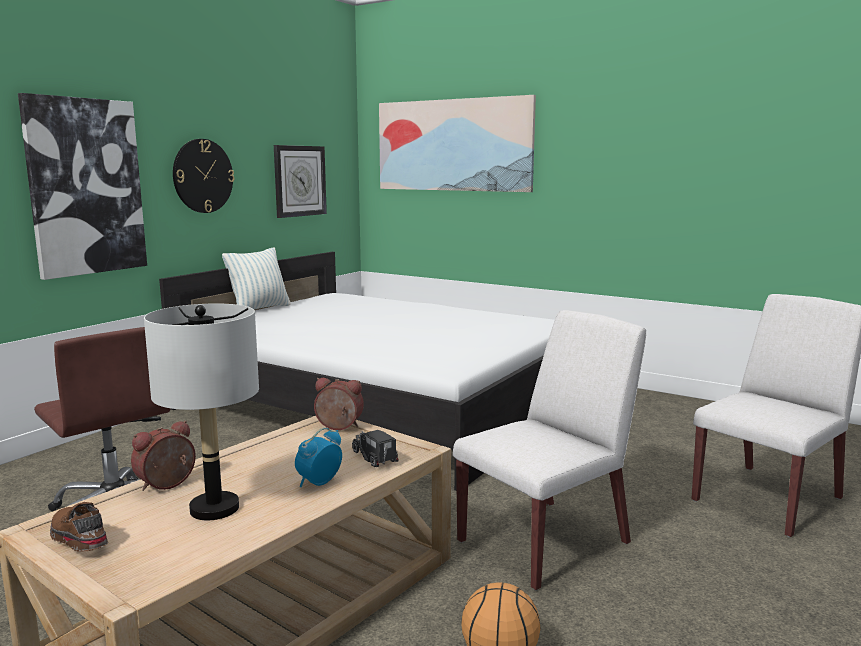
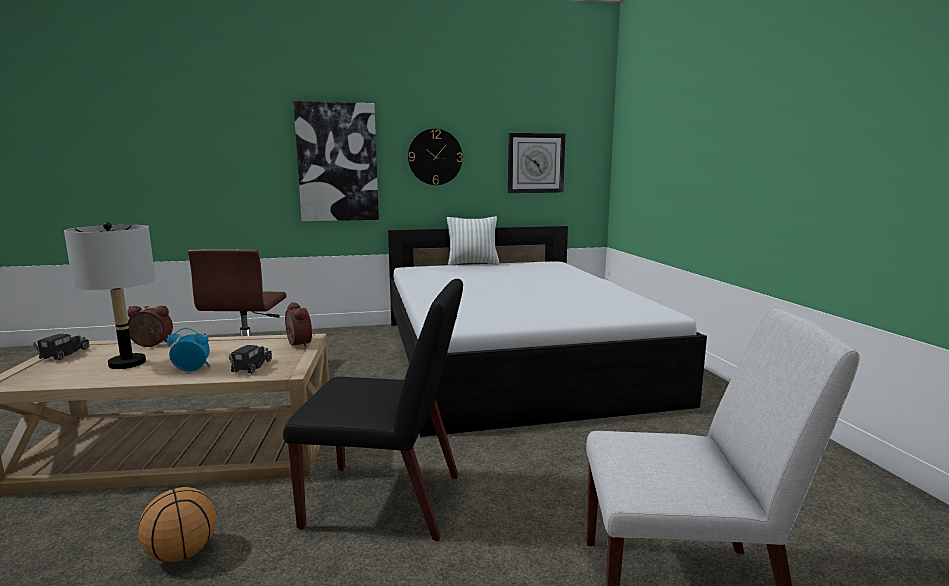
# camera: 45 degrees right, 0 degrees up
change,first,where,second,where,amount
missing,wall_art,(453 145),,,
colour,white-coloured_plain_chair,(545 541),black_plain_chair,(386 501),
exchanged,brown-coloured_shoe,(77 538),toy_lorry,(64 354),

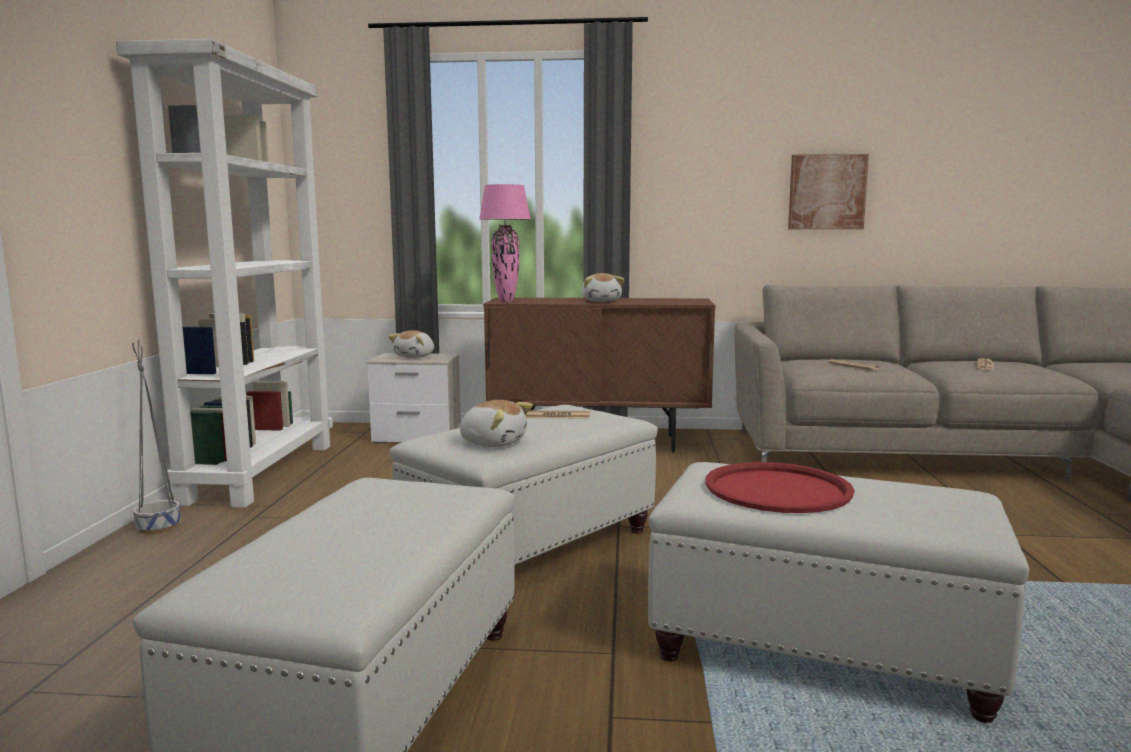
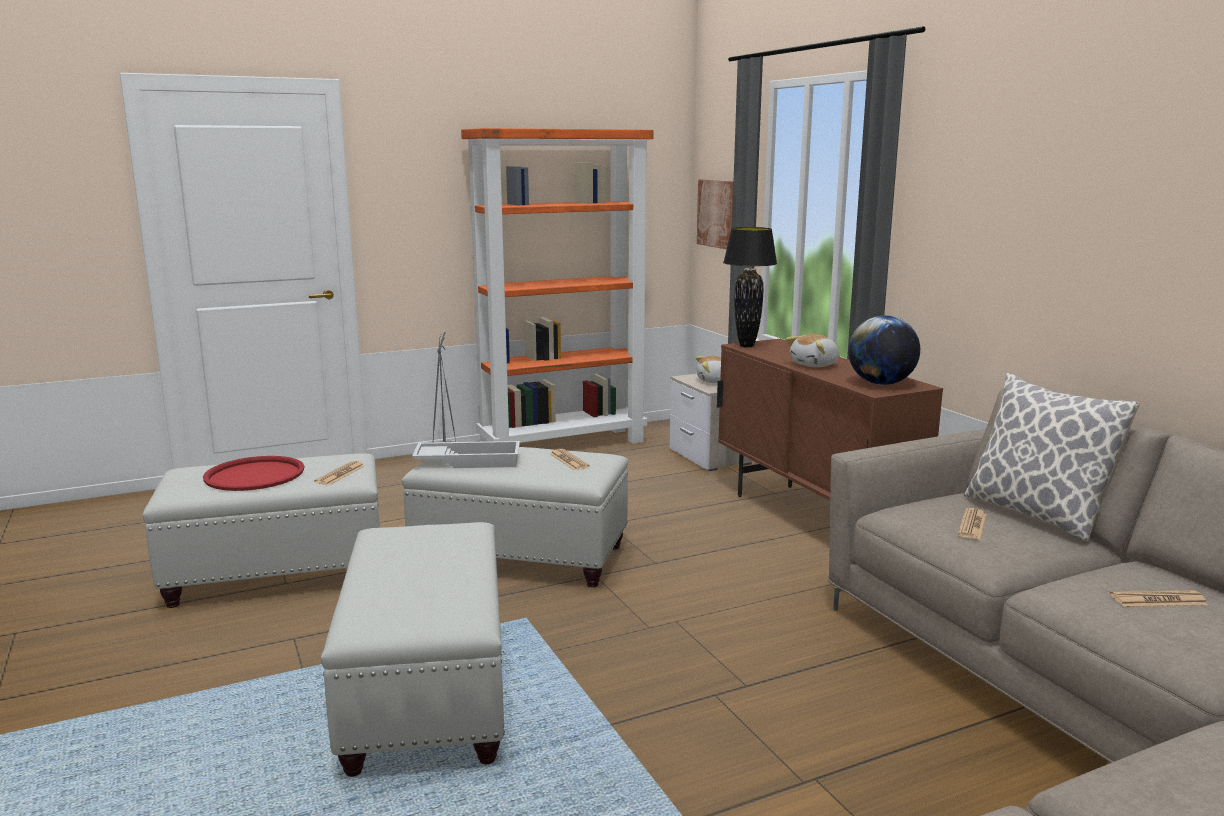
# camera: 60 degrees right, 5 degrees up
change,first,where,second,where,amount
colour,white-coloured_bookshelf,(260 472),orangey_bookshelf,(563 444),
relocated,wall_art,(827 192),,(718 213),
colour,pink_lamp_for_a_table,(506 301),black_lamp_for_a_table,(746 346),
exchanged,plush_toy,(493 442),white-coloured_carrying_tray,(469 461),
relocated,reddish_carrying_tray,(777 489),,(254 475),
appeared,,,globe,(881 384),
appeared,,,throw_pillow,(1035 514),
appeared,,,daily_paper,(340 474),

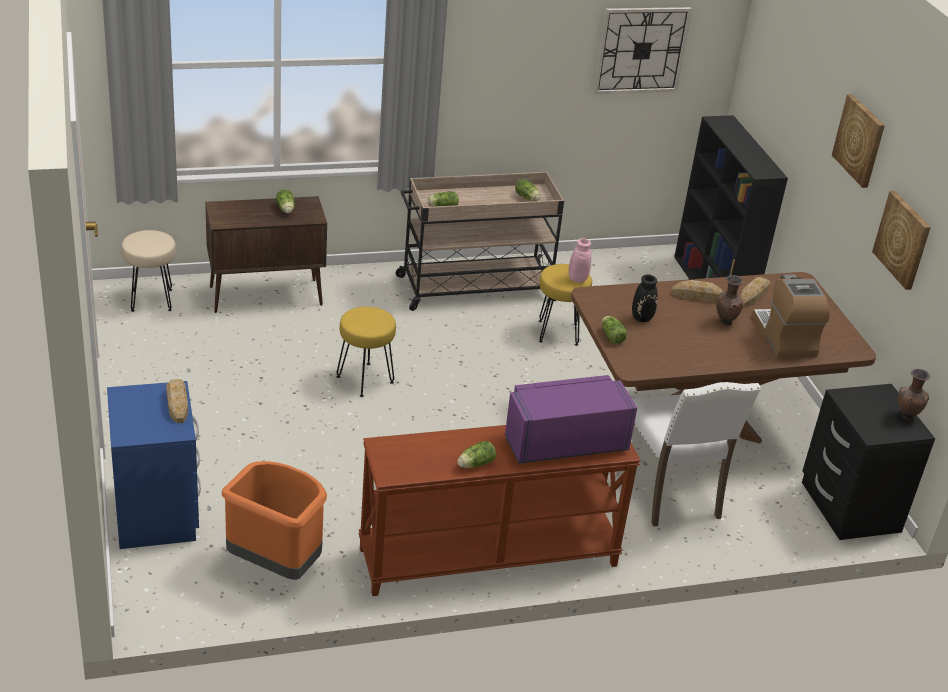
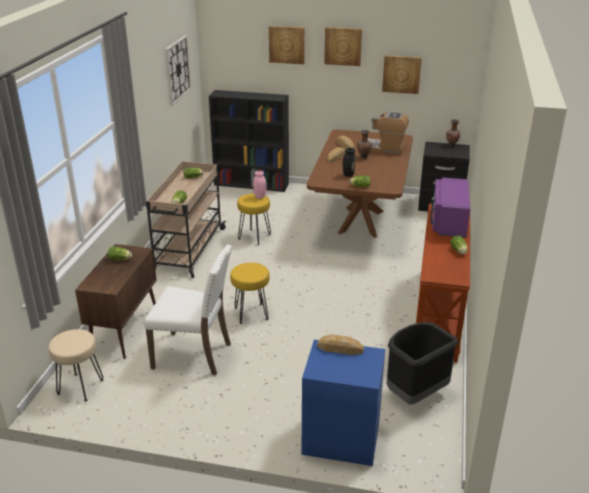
# camera: 60 degrees left, 5 degrees down
change,first,where,second,where,amount
relocated,white-coloured_plain_chair,(671 493),,(194 355),
colour,orangey_trash_can,(275 564),black_trash_can,(415 394),
appeared,,,wall_art,(287 44),

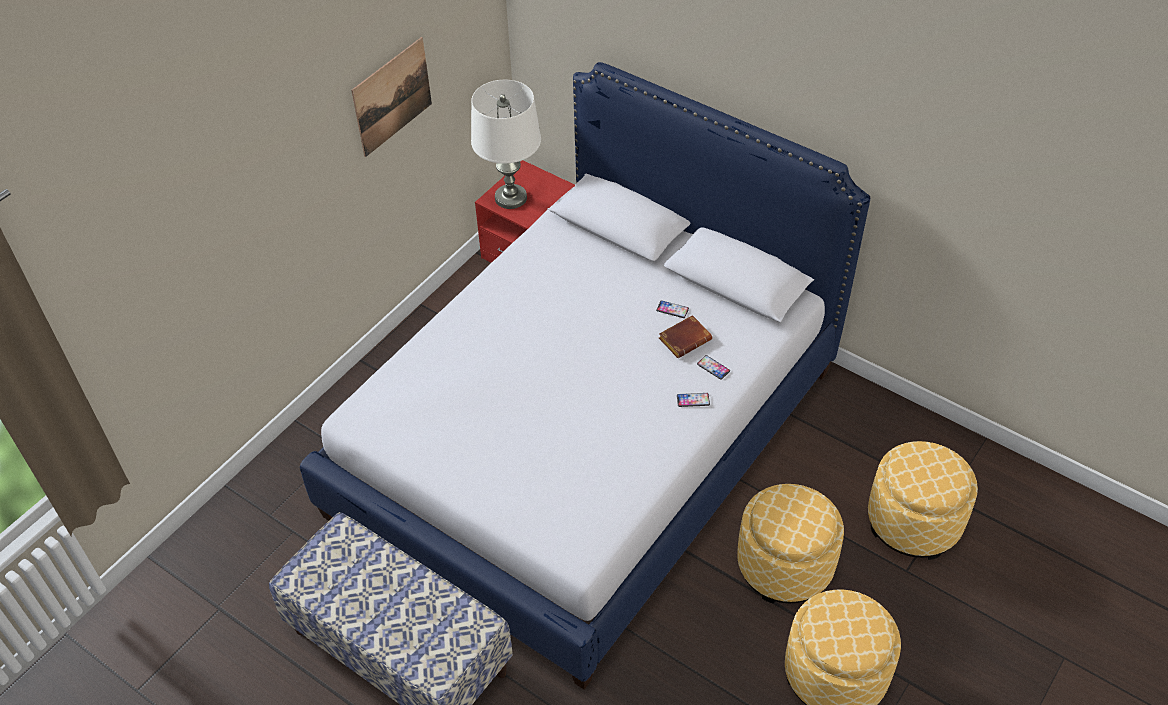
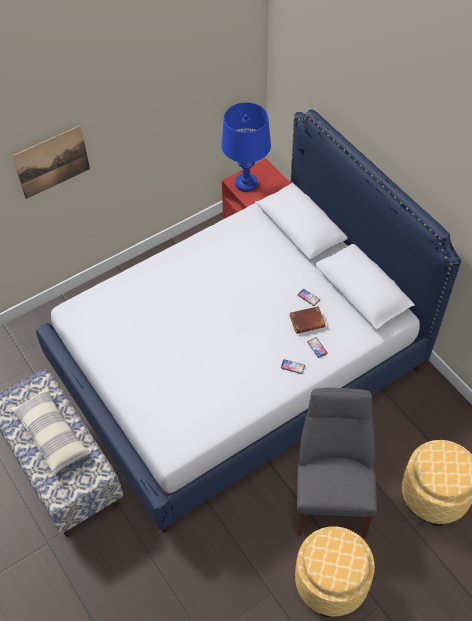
# camera: 20 degrees right, 5 degrees up
change,first,where,second,where,amount
relocated,wall_art,(392 96),,(52 162),
colour,white-coloured_lamp_for_a_table,(511 197),blue-coloured_lamp_for_a_table,(246 183),
exchanged,pouffe,(785 565),greyish_plain_chair,(331 495),
appeared,,,throw_pillow,(52 435),

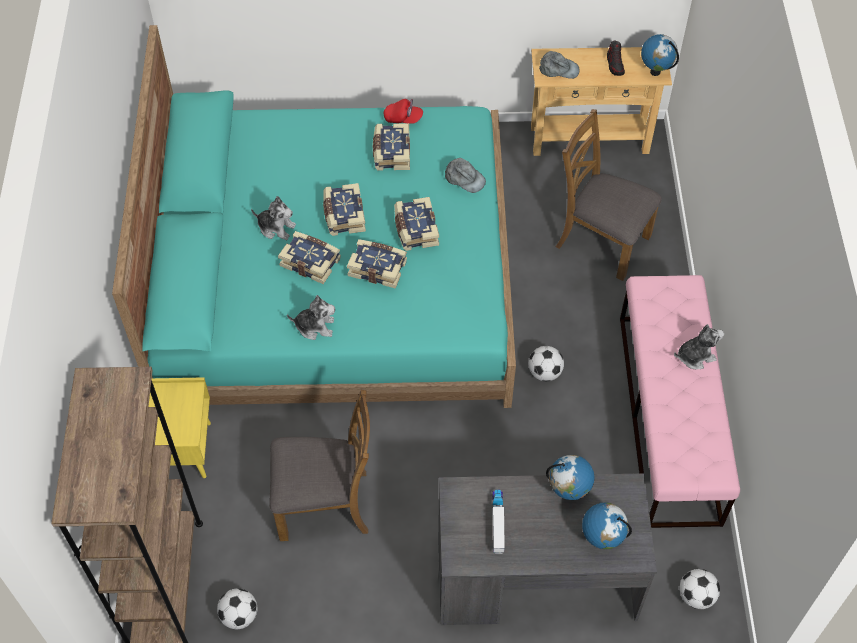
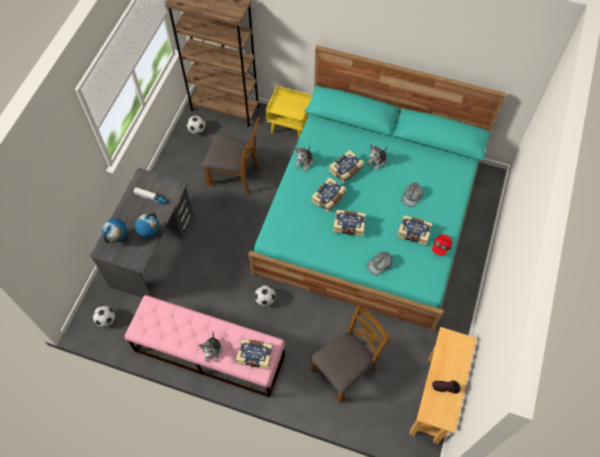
# camera: 110 degrees right, 5 degrees up
change,first,where,second,where,amount
missing,globe,(655 71),,,
relocated,greyish_peaked_cap,(558 69),,(412 196),
relocated,volume,(343 215),,(255 355),
spun,brown-coloured_plain_chair,(325 504),,(235 175),90 degrees counterclockwise

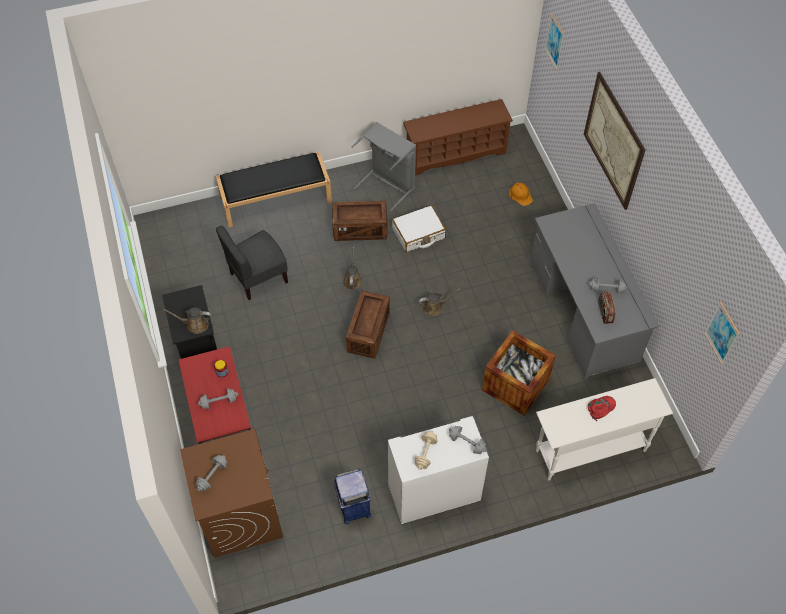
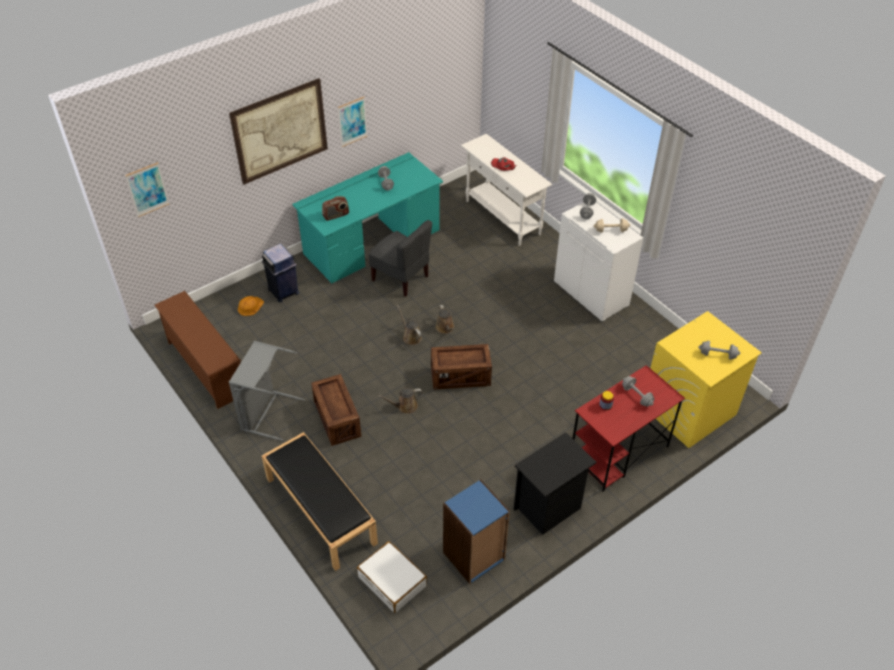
# camera: 110 degrees left, 10 degrees down
change,first,where,second,where,amount
colour,greyish_desk,(583 310),turquoise_desk,(372 242),
relocated,white-coloured_piece_of_luggage,(418 233),,(392 581),
relocated,greyish_plain_chair,(258 277),,(401 278),
relocated,radio_set,(605 312),,(336 215),
relocated,wall_art,(722 333),,(352 121),
relocated,brown-coloured_sprinkling_can,(195 324),,(445 328),
missing,shipping_crate,(515 385),,,
colour,brown-coloured_laundry_machine,(240 513),yellow_laundry_machine,(688 411),
relocated,blue-coloured_trash_can,(353 508),,(283 292),
appeared,,,blue-coloured_bookshelf,(474 556),

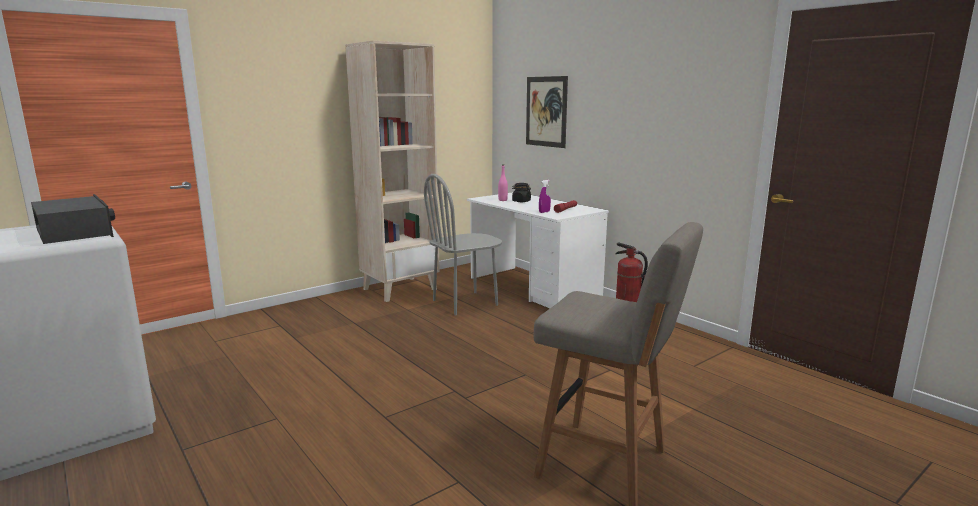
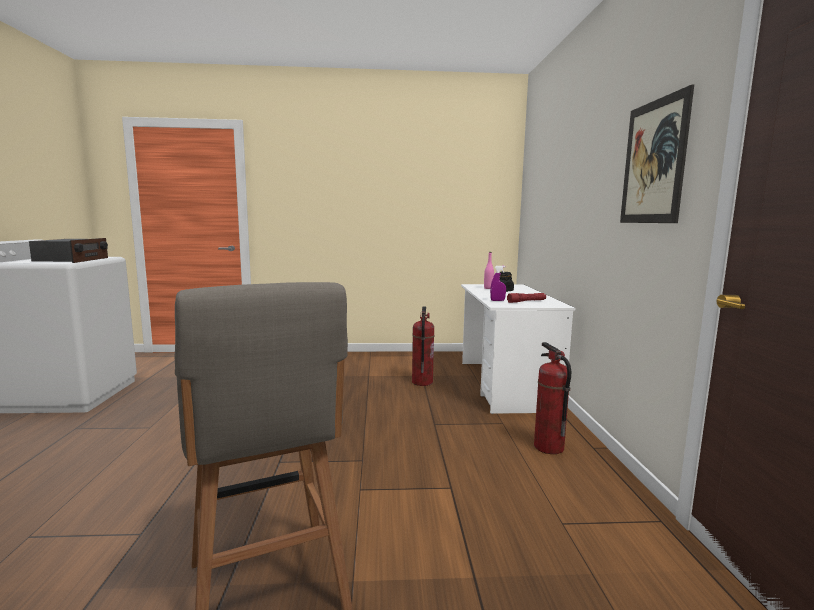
# camera: 35 degrees right, 5 degrees down
change,first,where,second,where,amount
missing,sand-coloured_bookshelf,(400 289),,,
relocated,wall_art,(546 111),,(653 162),
exchanged,greyish_plain_chair,(465 303),extinguisher,(422 382),

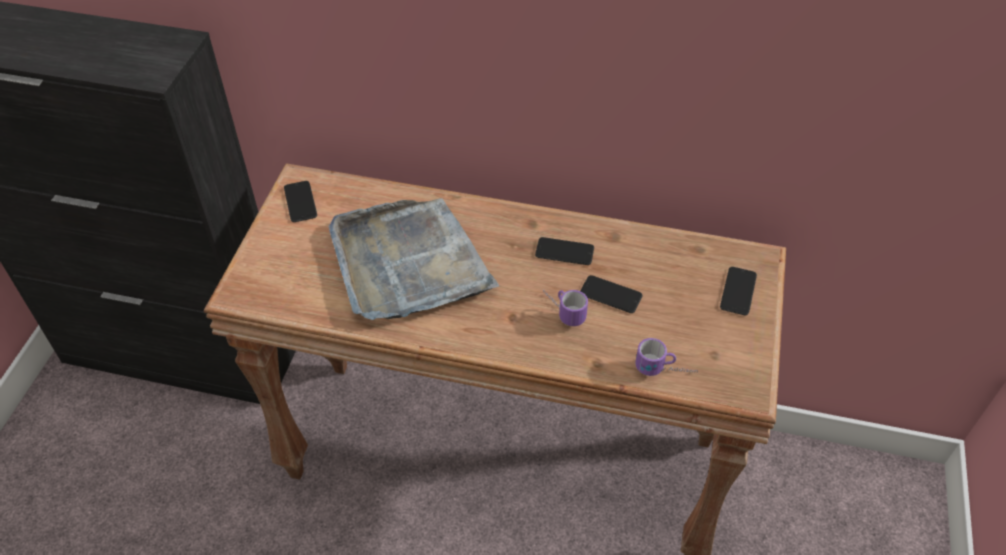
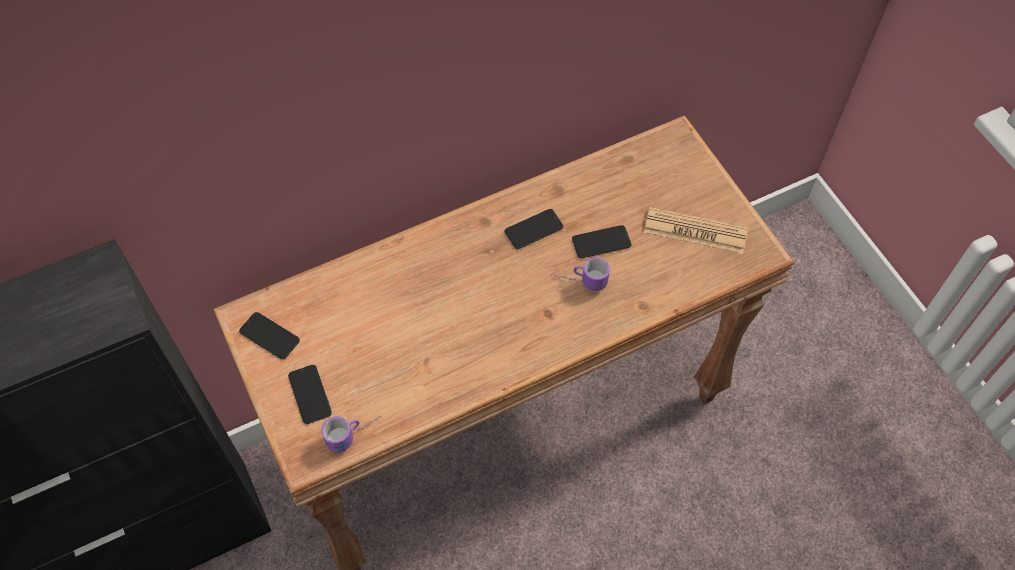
# camera: 40 degrees left, 10 degrees up
change,first,where,second,where,amount
missing,greyish_carrying_tray,(408 263),,,
relocated,handset,(738 291),,(310 394),
relocated,mug,(665 371),,(355 434),
appeared,,,daily_paper,(695 231),

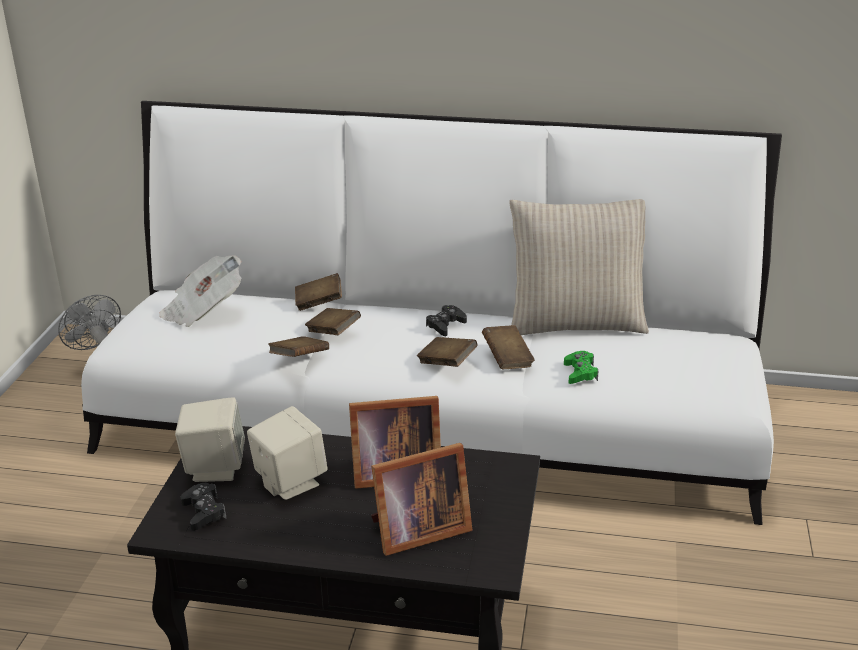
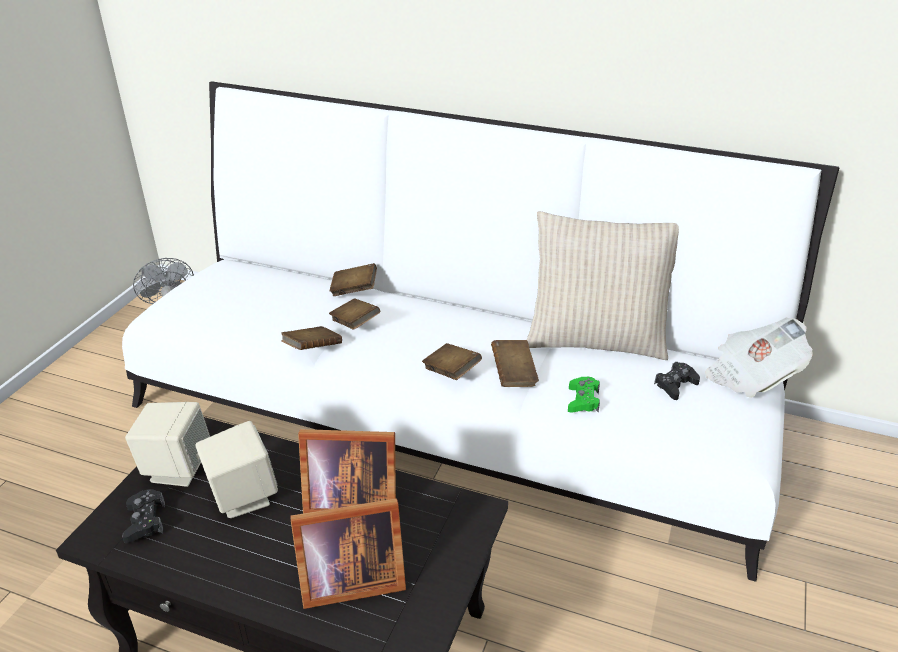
# camera: 10 degrees right, 5 degrees up
change,first,where,second,where,amount
relocated,daily_paper,(203 311),,(751 374),
relocated,black_gamepad,(445 325),,(675 385),

